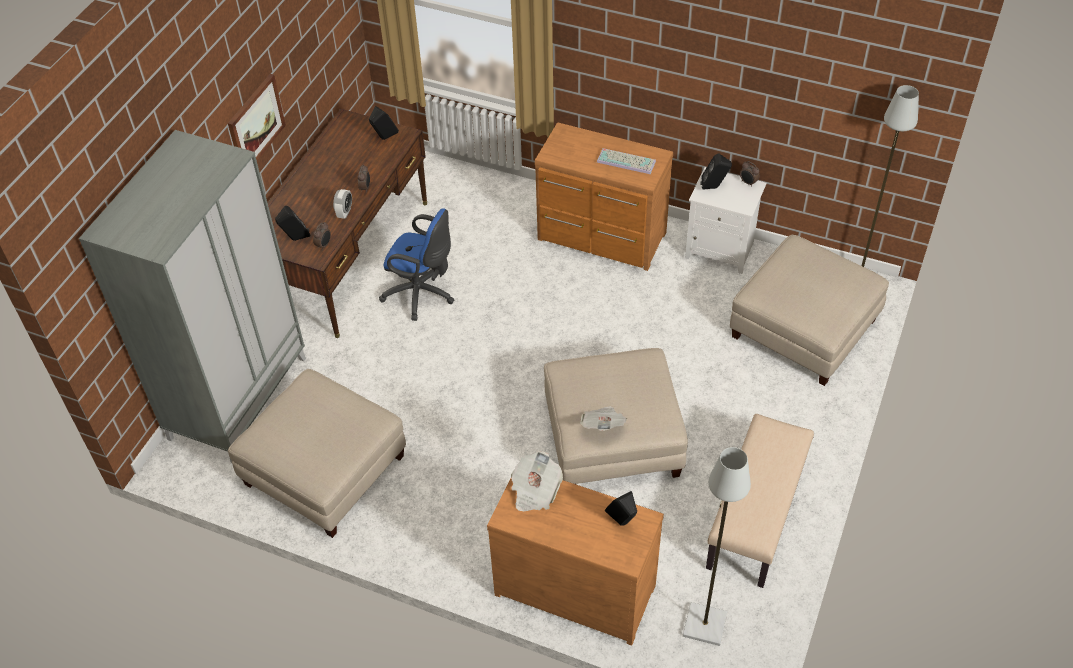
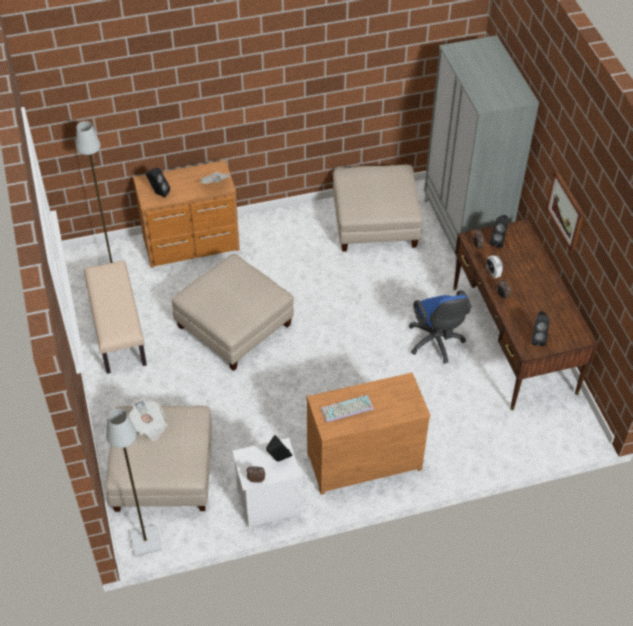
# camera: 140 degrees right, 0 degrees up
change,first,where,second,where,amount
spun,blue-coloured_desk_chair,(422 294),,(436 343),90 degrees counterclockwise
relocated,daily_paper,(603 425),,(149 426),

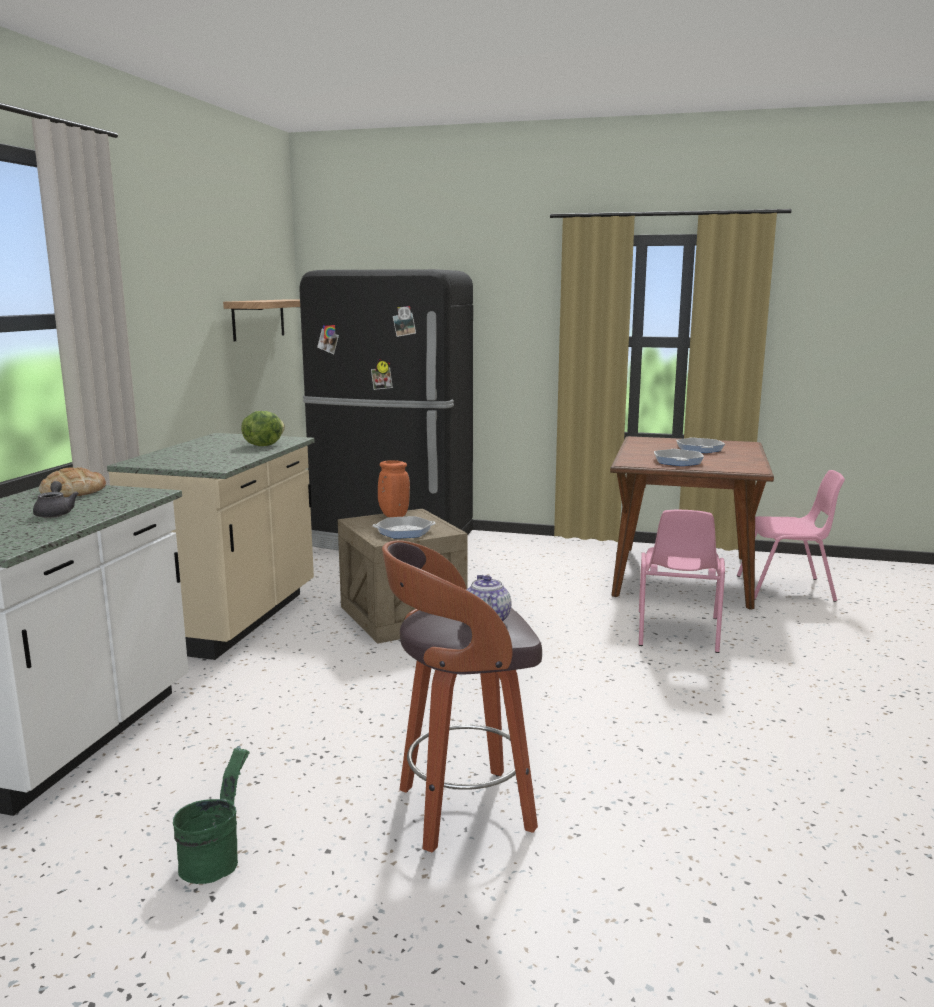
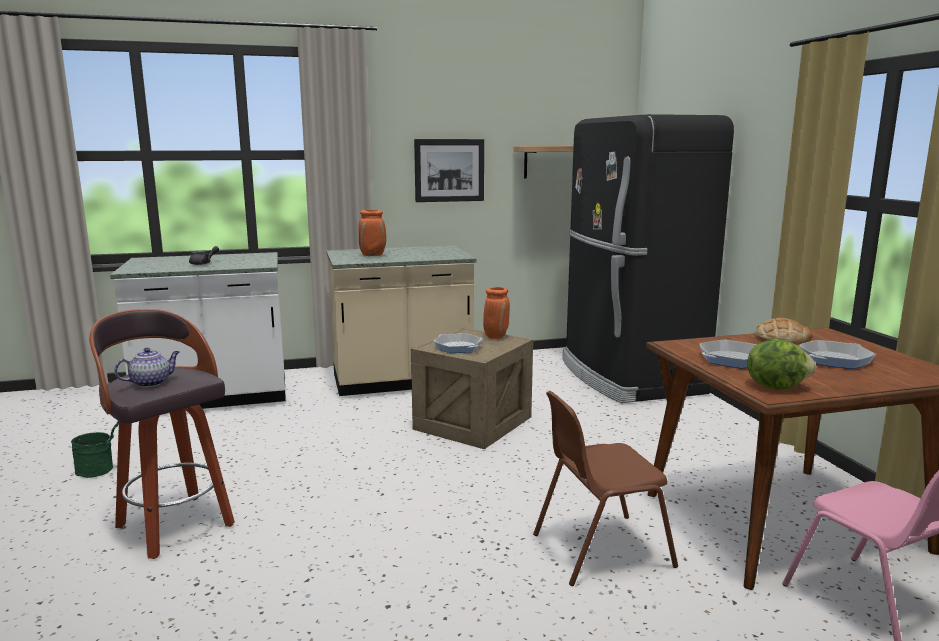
# camera: 60 degrees right, 0 degrees up
change,first,where,second,where,amount
relocated,lettuce,(263 445),,(775 386),
relocated,baked_bread,(72 491),,(781 339),
colour,pink_plain_chair,(677 632),brown-coloured_plain_chair,(599 549),
appeared,,,wall_art,(449 170),
appeared,,,orangey_decorative_vase,(373 255),

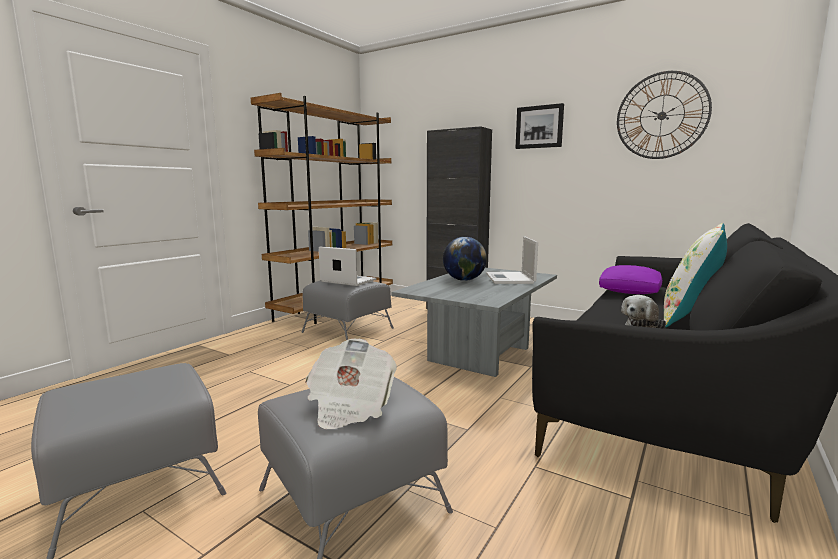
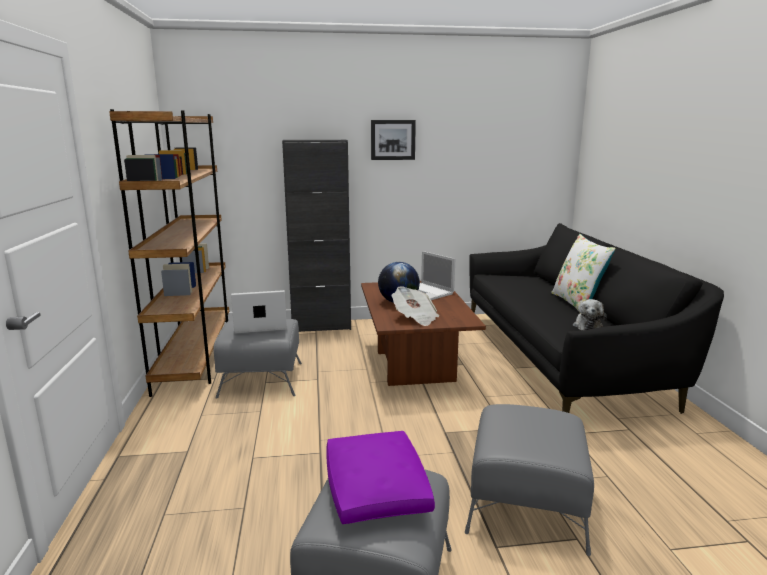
# camera: 40 degrees left, 5 degrees up
change,first,where,second,where,amount
missing,hanging_clock,(662 115),,,
relocated,purple-coloured_throw_pillow,(629 291),,(376 490),
colour,greyish_low_table,(479 354),brown-coloured_low_table,(414 366),
relocated,daily_paper,(350 405),,(415 318),

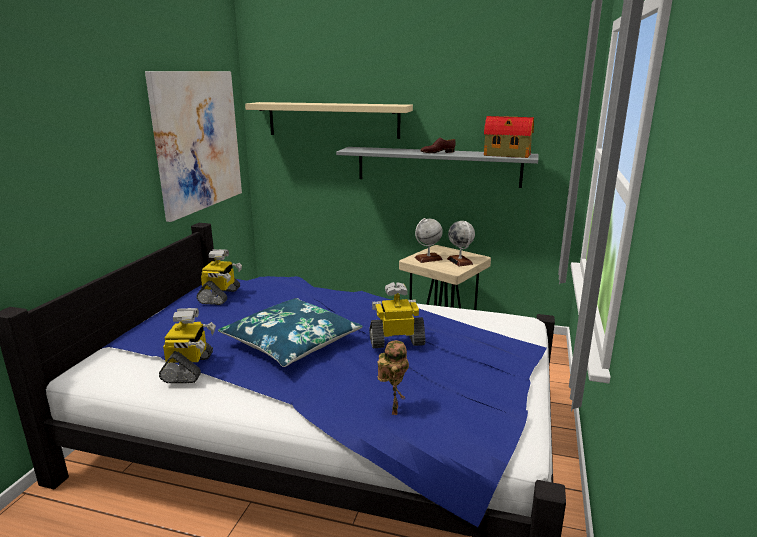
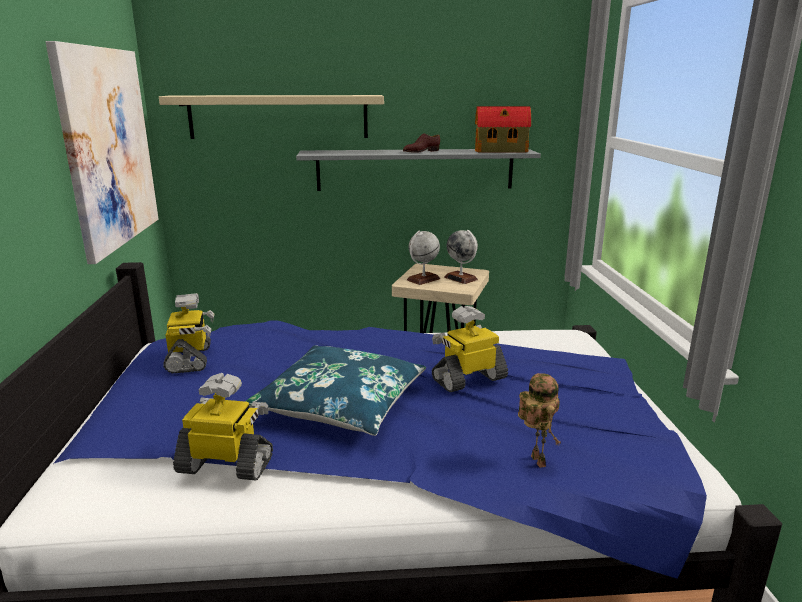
# camera: 20 degrees left, 0 degrees up
change,first,where,second,where,amount
spun,robot_figure,(189 368),,(227 464),60 degrees counterclockwise

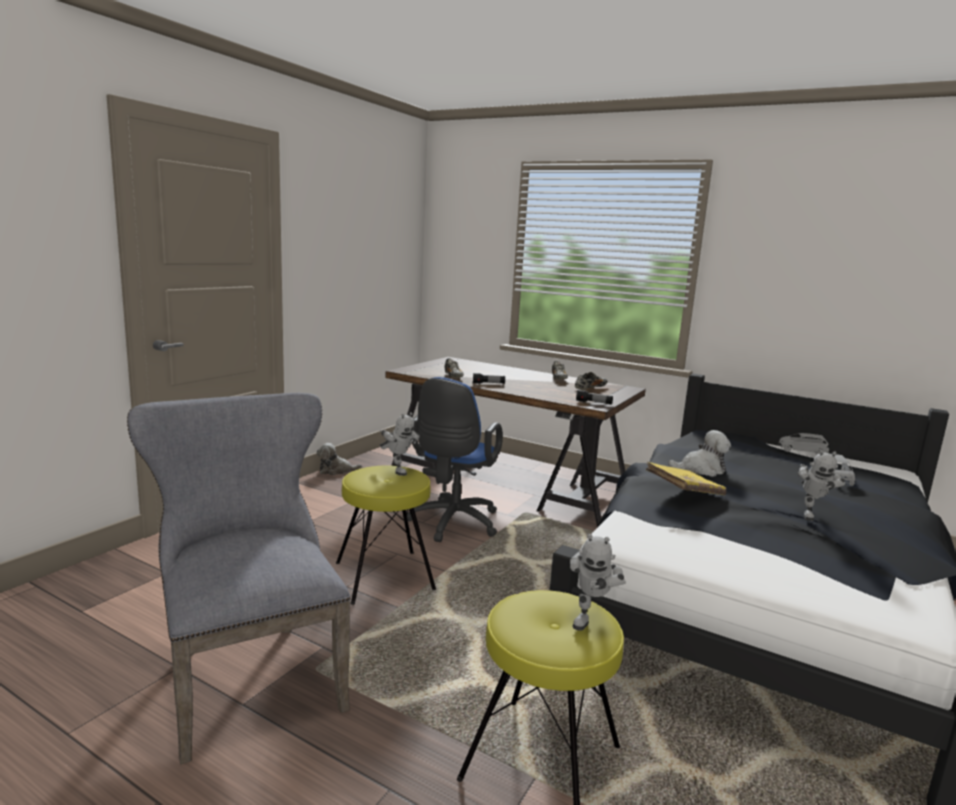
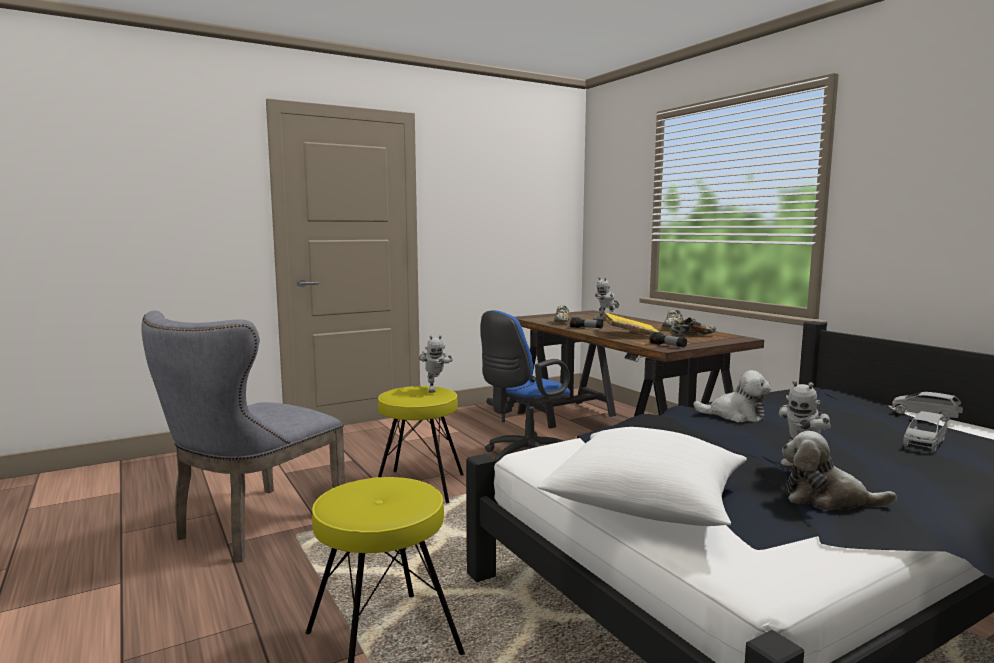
# camera: 30 degrees right, 5 degrees down
change,first,where,second,where,amount
spun,greyish_plain_chair,(249 675),,(251 528),150 degrees counterclockwise
relocated,plush_toy,(336 471),,(827 499),
relocated,yellow_volume,(684 491),,(630 334),
relocated,robot_figure,(590 618),,(606 321),
appeared,,,white-coloured_throw_pillow,(646 503),

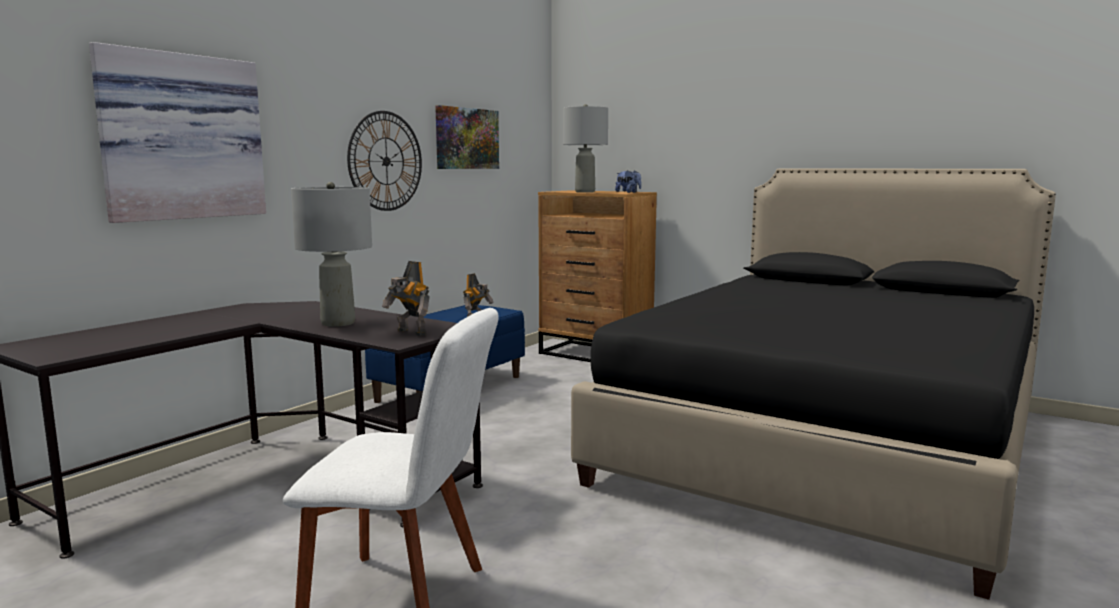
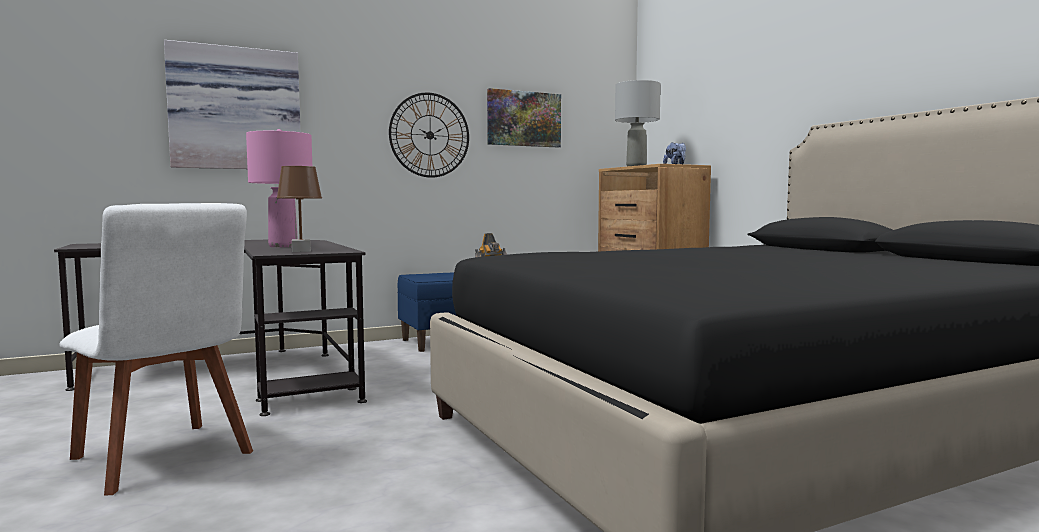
# camera: 30 degrees right, 5 degrees down
change,first,where,second,where,amount
colour,greyish_lamp_for_a_table,(338 323),pink_lamp_for_a_table,(283 246),
exchanged,robot_figure,(410 332),brown-coloured_lamp_for_a_table,(301 251),

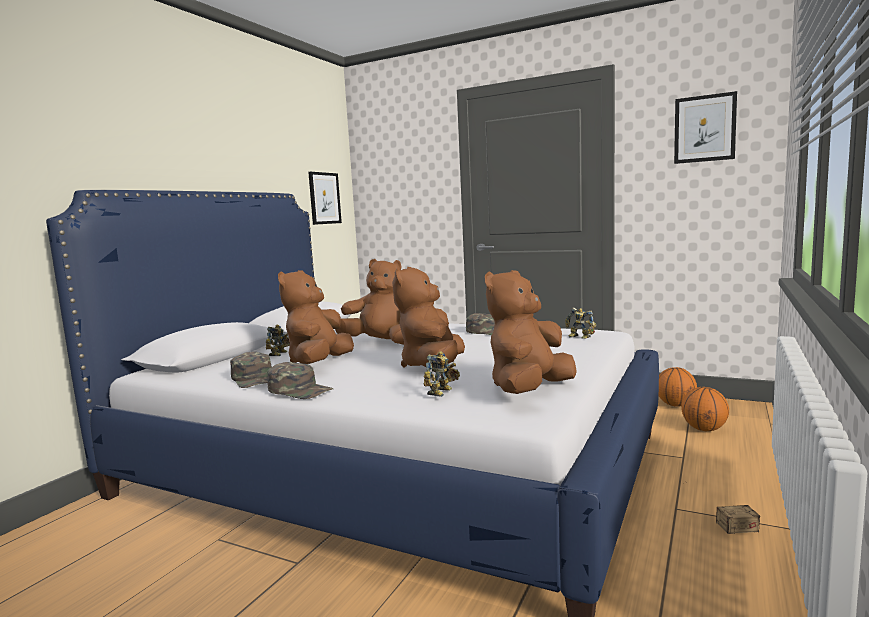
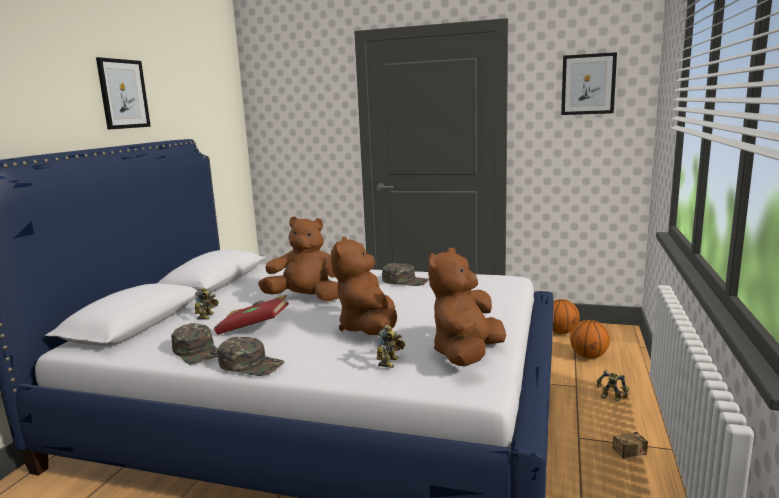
# camera: 10 degrees left, 5 degrees up
change,first,where,second,where,amount
relocated,wall_art,(324 198),,(123 94),
exchanged,brown-coloured_plush_toy,(319 363),reddish_volume,(254 328),
relocated,robot_figure,(579 337),,(611 398),

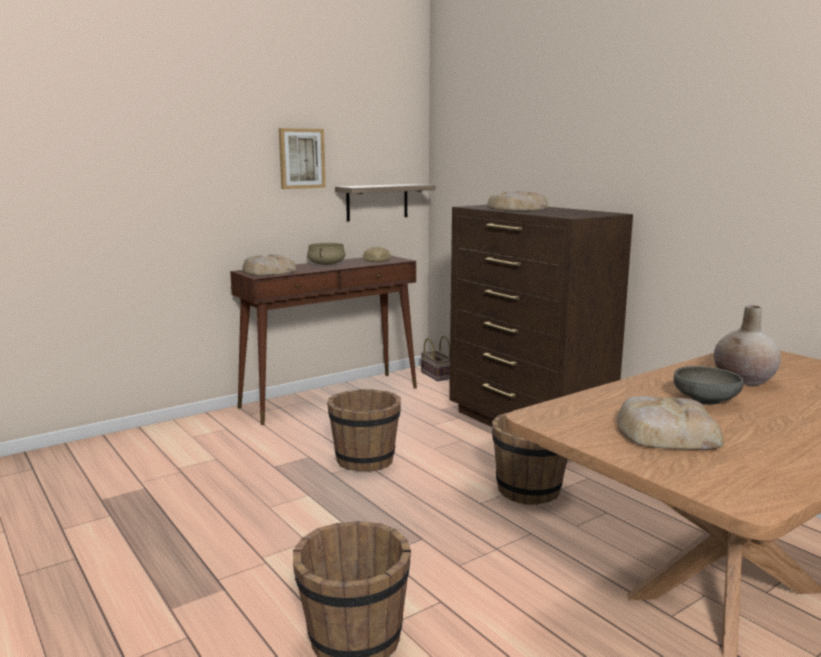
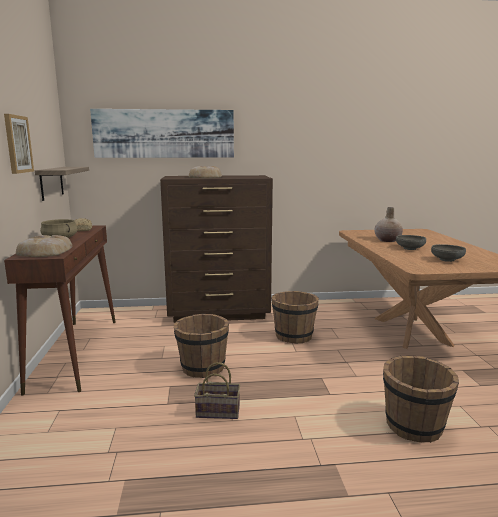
# camera: 60 degrees left, 0 degrees up
change,first,where,second,where,amount
relocated,storage_basket,(437 375),,(219 411),
exchanged,baked_bread,(665 432),greyish_bowl,(447 260),
appeared,,,wall_art,(164 133),

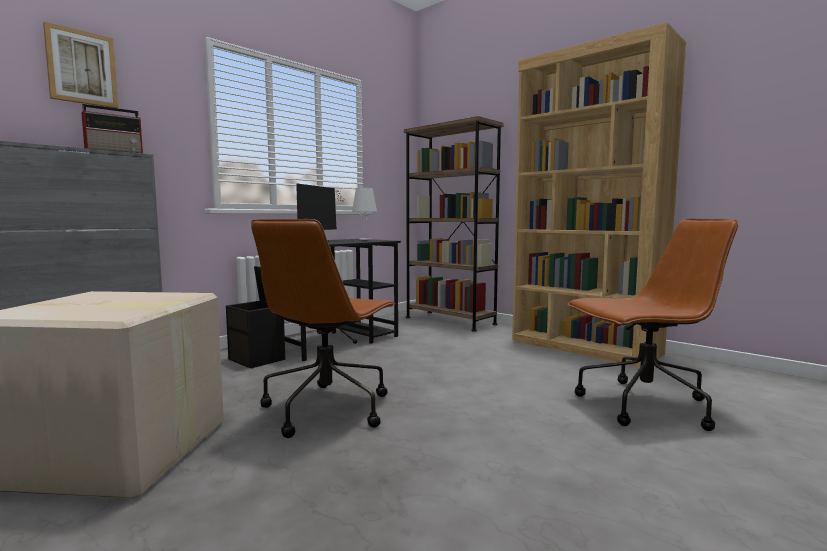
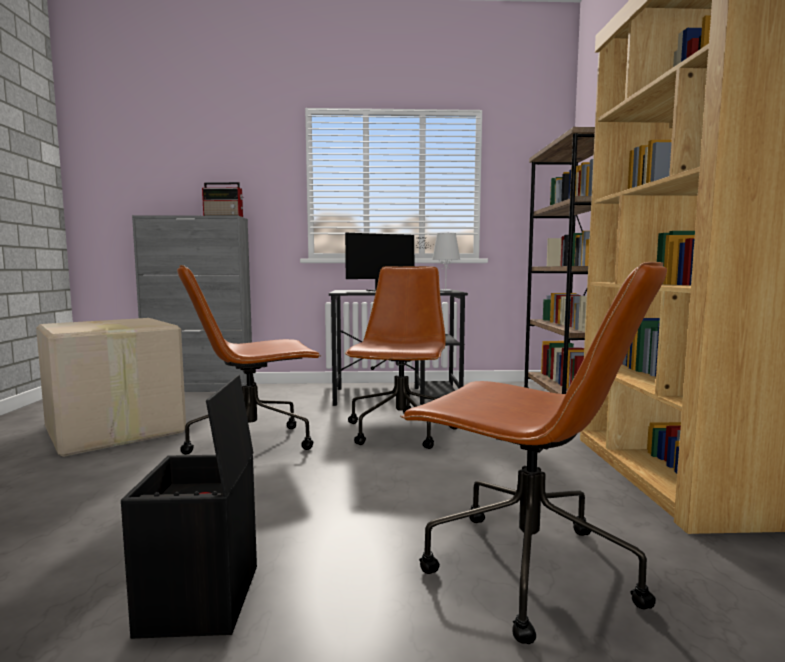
# camera: 45 degrees right, 0 degrees up
change,first,where,second,where,amount
missing,wall_art,(81 68),,,
relocated,black_storage_container,(258 359),,(201 601),
appeared,,,brown-coloured_desk_chair,(401 431),

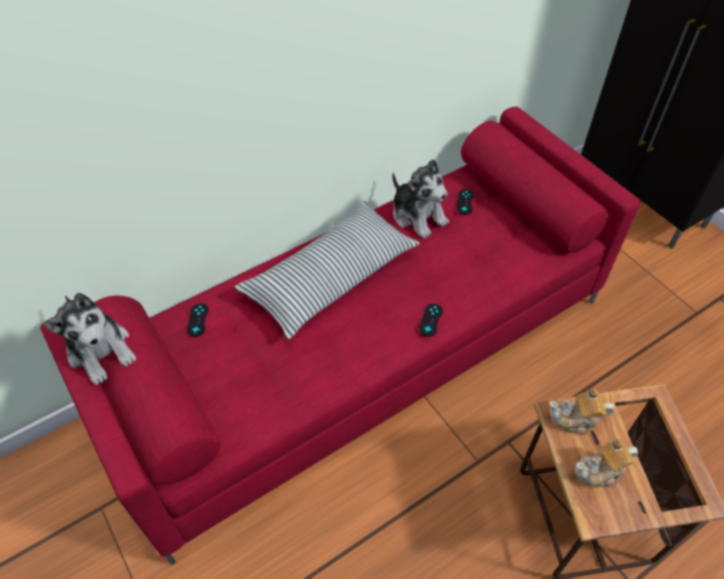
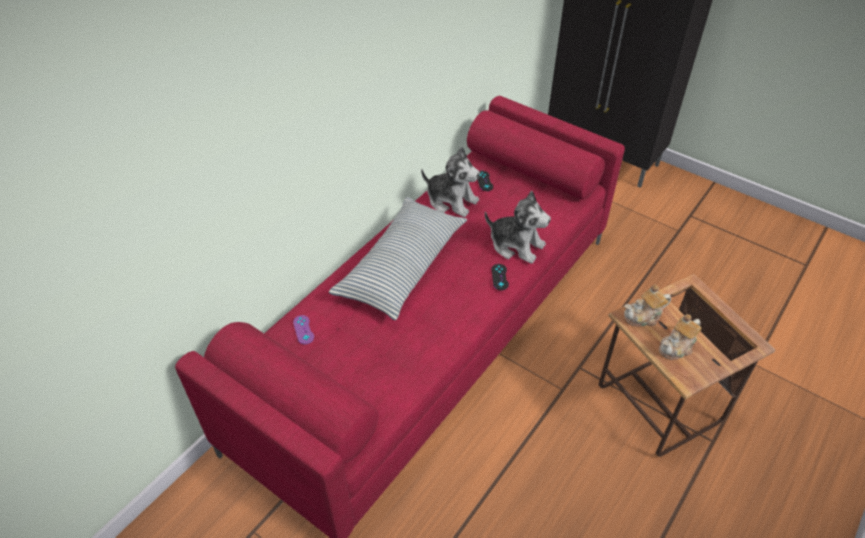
# camera: 20 degrees left, 5 degrees down
change,first,where,second,where,amount
relocated,plush_toy,(101 350),,(516 245),
colour,black_gamepad,(198 320),purple-coloured_gamepad,(303 330),

